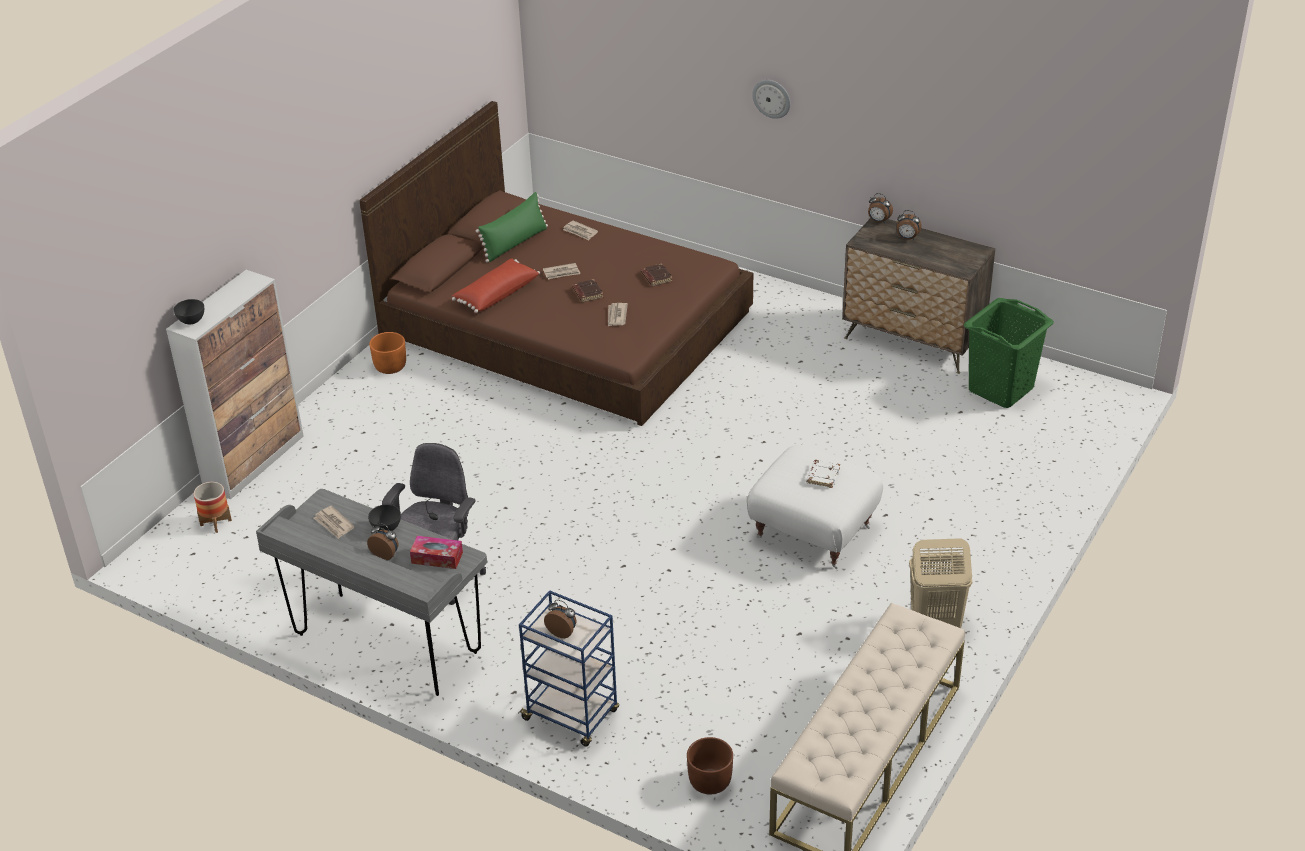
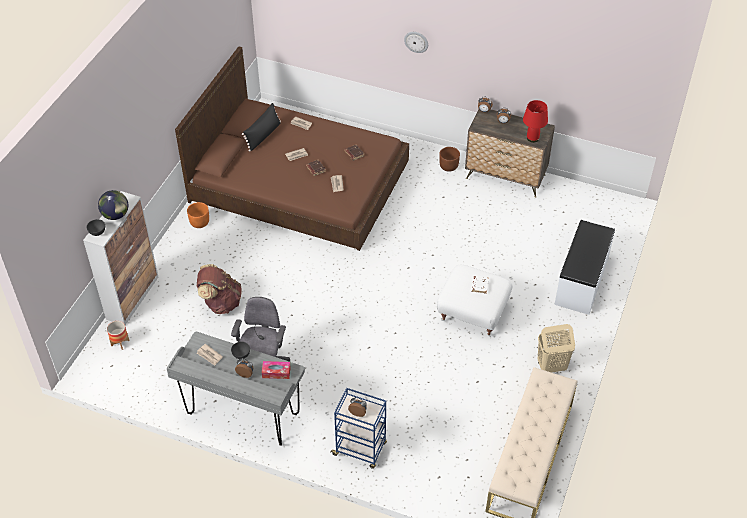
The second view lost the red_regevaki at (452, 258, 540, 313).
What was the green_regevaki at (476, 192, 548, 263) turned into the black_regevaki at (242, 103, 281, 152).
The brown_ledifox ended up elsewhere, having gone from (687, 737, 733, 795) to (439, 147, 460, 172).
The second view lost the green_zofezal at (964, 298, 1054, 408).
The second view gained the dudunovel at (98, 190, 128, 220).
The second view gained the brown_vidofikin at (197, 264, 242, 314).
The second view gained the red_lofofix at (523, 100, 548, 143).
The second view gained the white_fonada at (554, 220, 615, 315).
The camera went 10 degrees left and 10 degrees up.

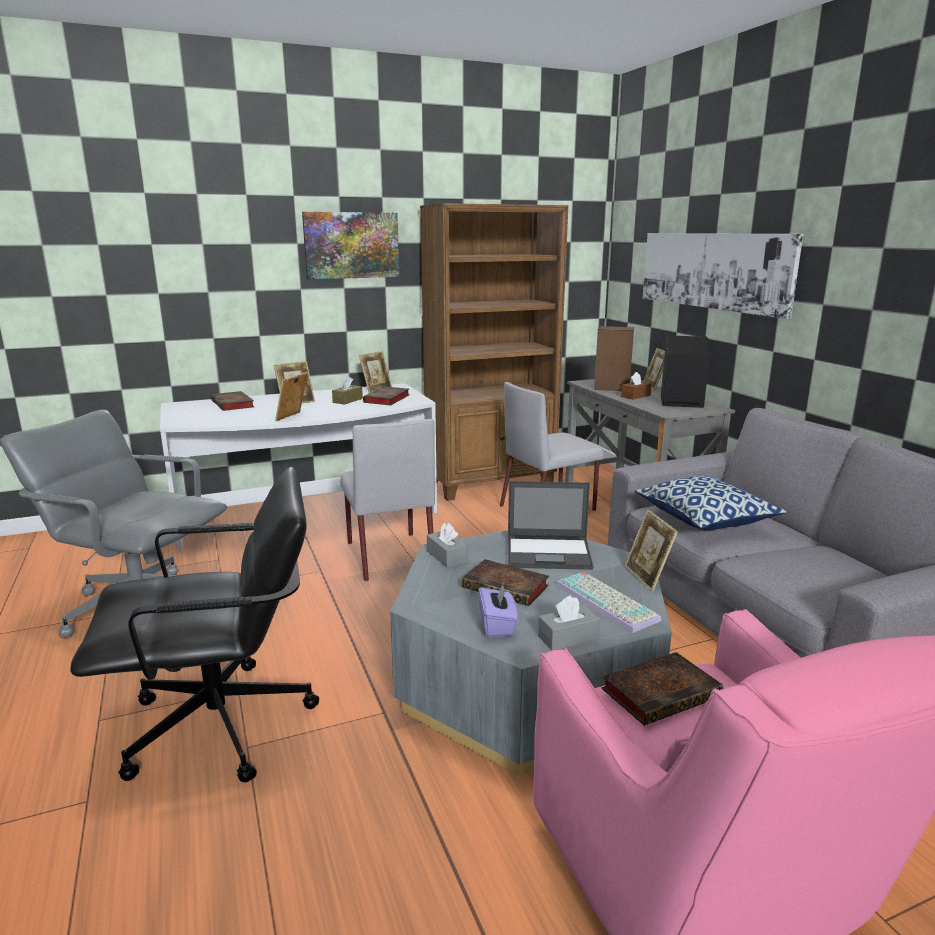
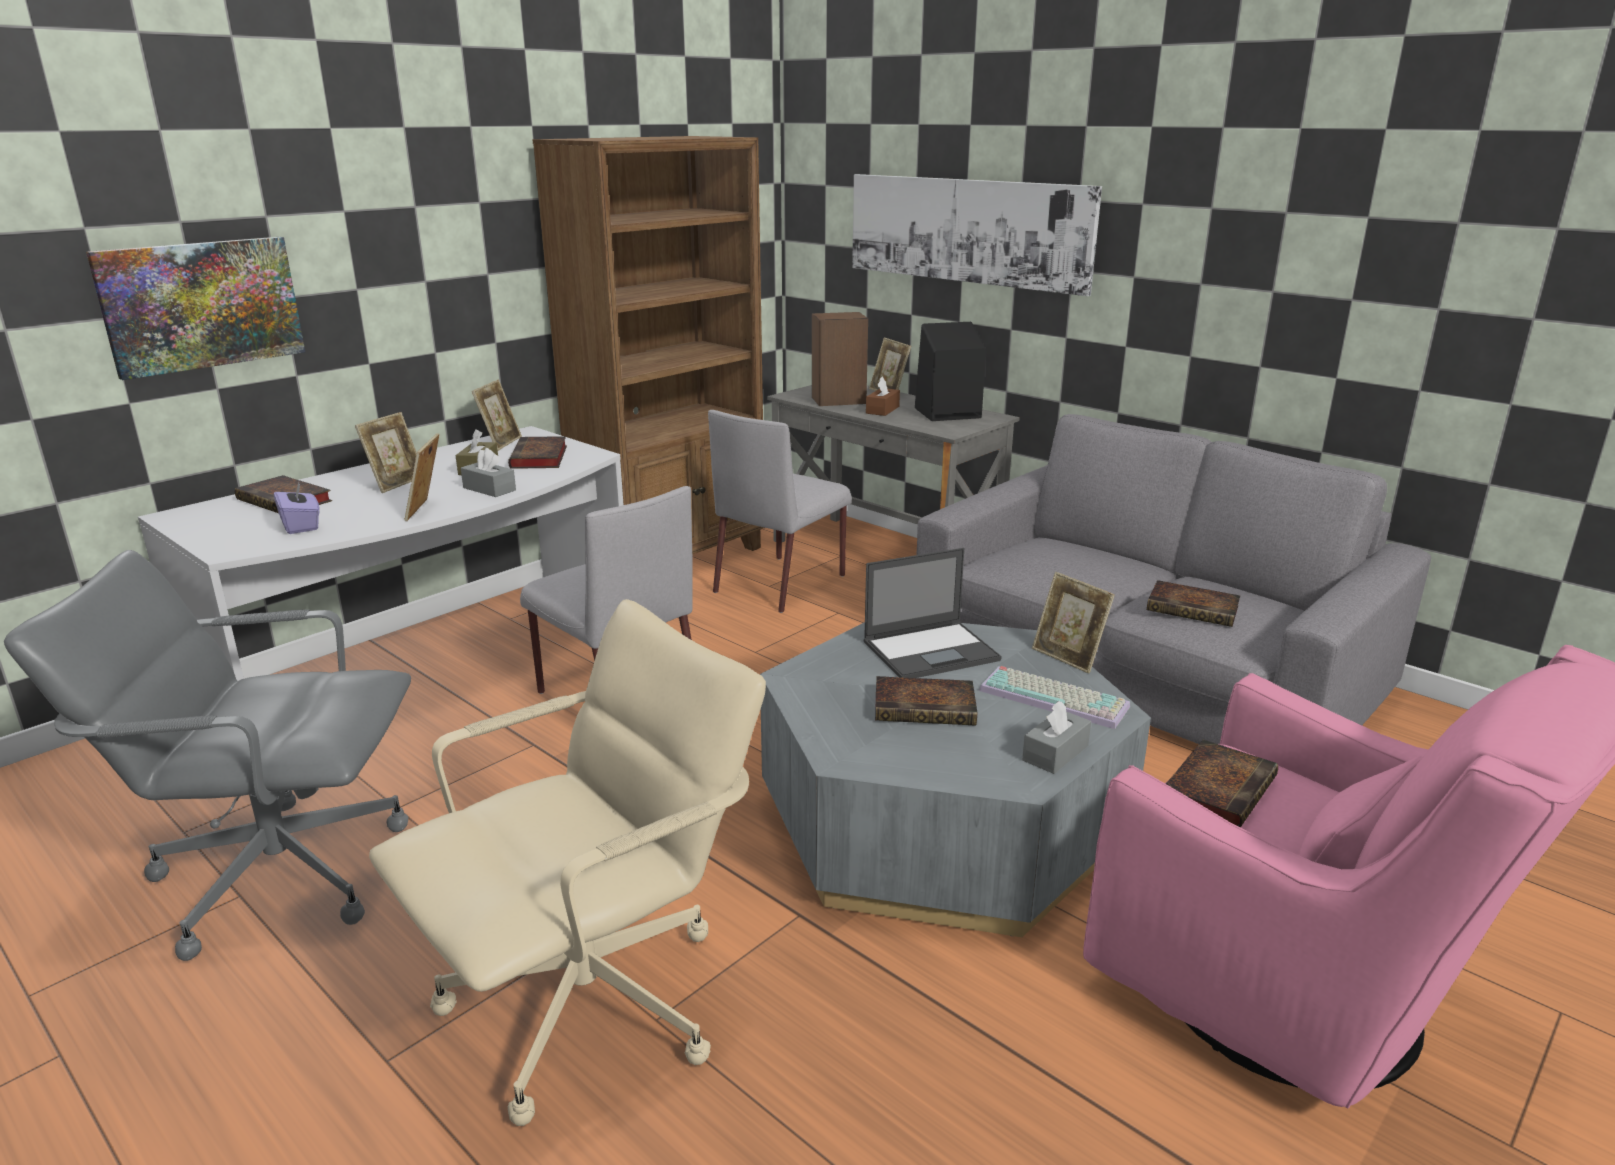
What was the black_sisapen at (70, 467, 319, 783) turned into the beige_sisapen at (369, 599, 766, 1126).
The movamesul ended up elsewhere, having gone from (302, 212, 399, 279) to (86, 237, 305, 380).
The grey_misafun ended up elsewhere, having gone from (427, 522, 467, 568) to (461, 448, 516, 497).
The purple_misafun ended up elsewhere, having gone from (478, 584, 518, 637) to (274, 481, 320, 534).
The second view lost the regevaki at (635, 476, 786, 530).
The second view gained the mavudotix at (1147, 580, 1240, 627).
The camera went 25 degrees left and 5 degrees up.

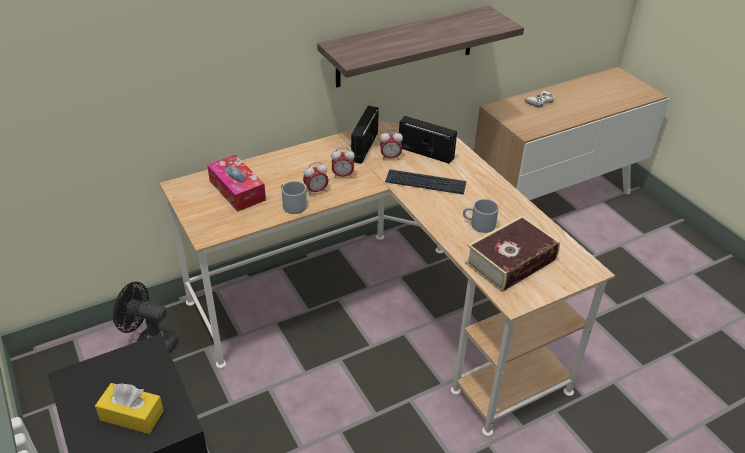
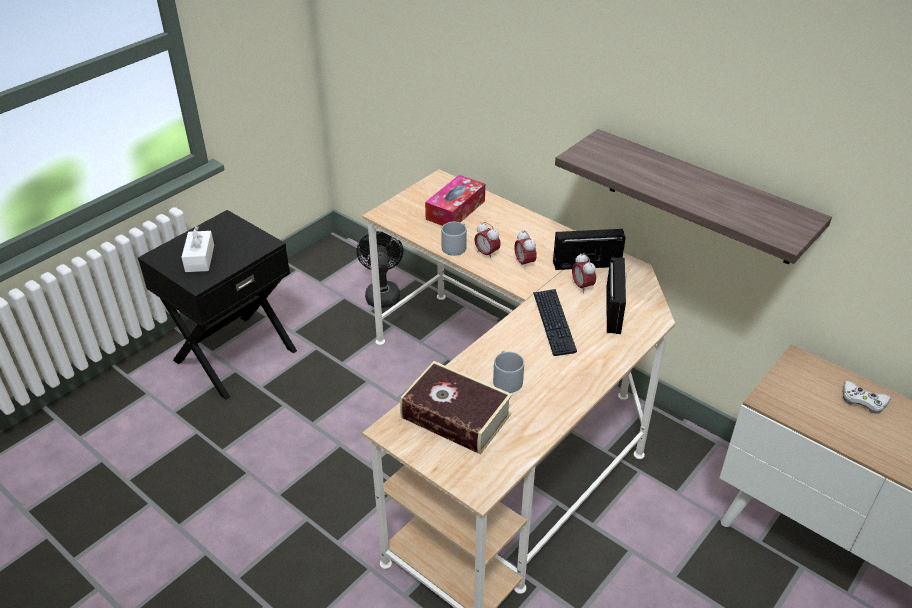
What was the yellow_misafun at (95, 383, 164, 434) turned into the white_misafun at (182, 226, 214, 272).
The camera went 70 degrees right and 0 degrees up.

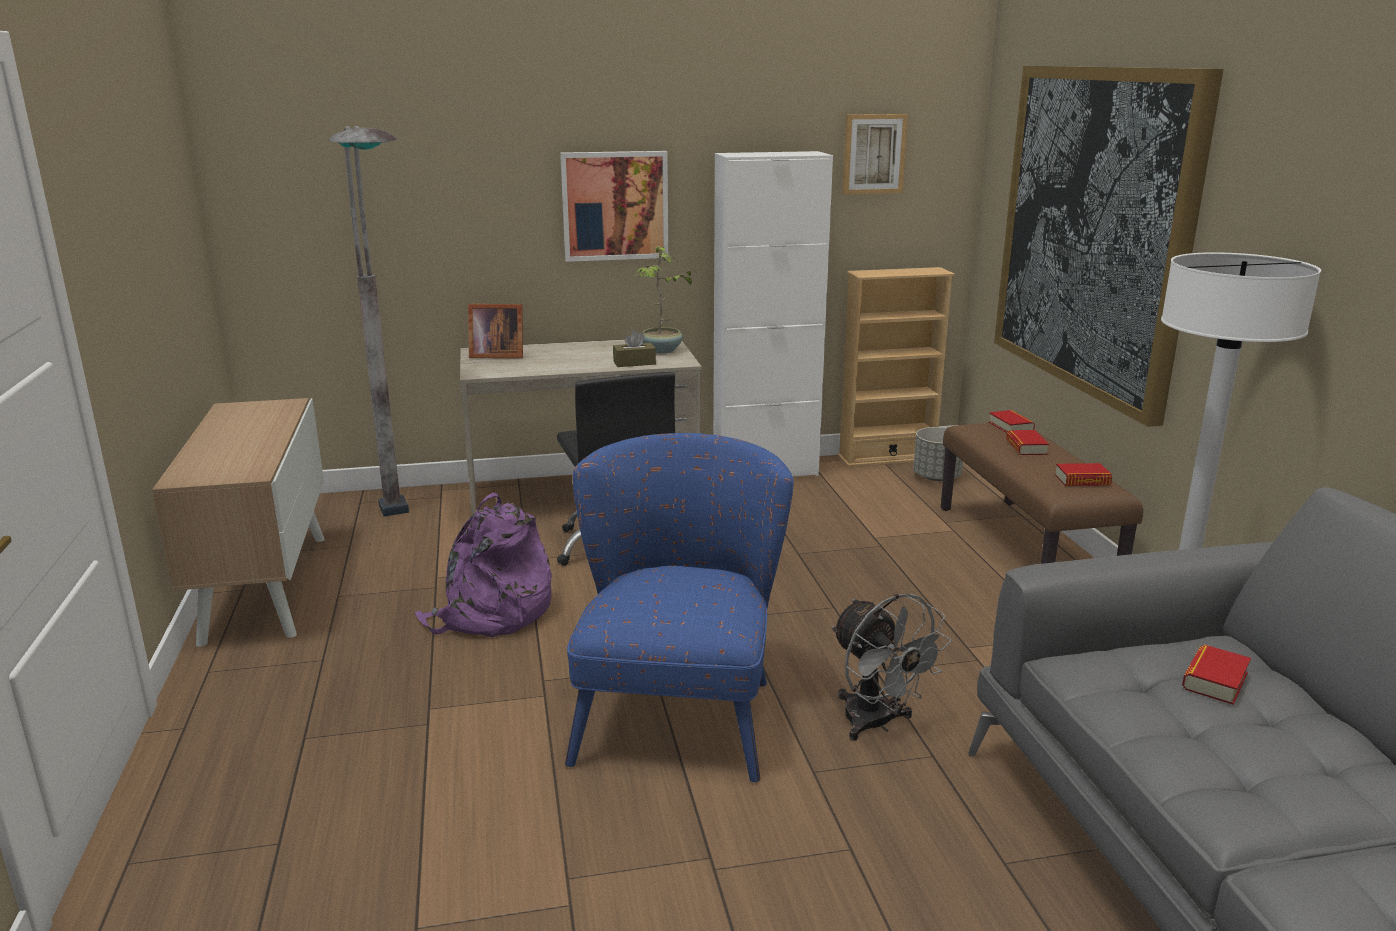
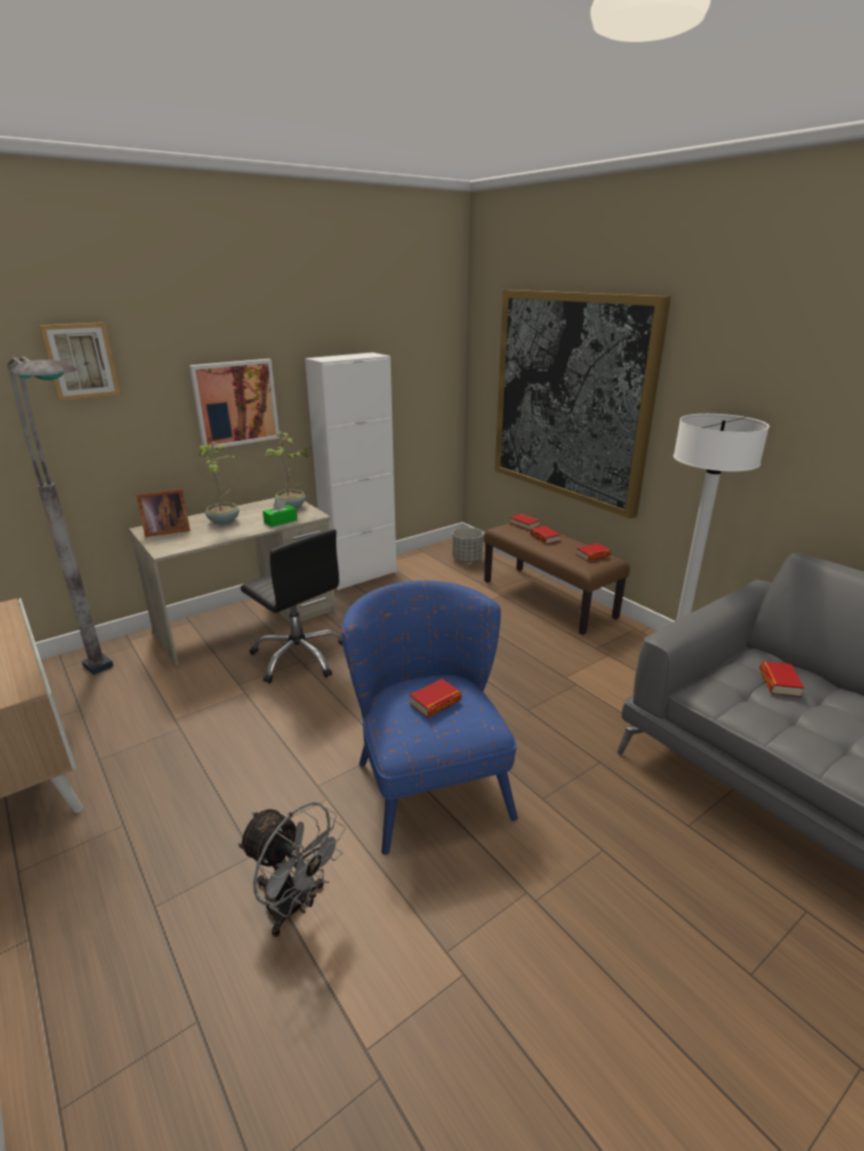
The second view lost the purple_vidofikin at (414, 493, 552, 637).
What was the brown_misafun at (613, 331, 656, 367) turned into the green_misafun at (263, 498, 297, 527).
The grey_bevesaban ended up elsewhere, having gone from (831, 594, 951, 741) to (238, 802, 346, 937).
The second view lost the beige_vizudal at (838, 267, 955, 468).
The movamesul ended up elsewhere, having gone from (842, 114, 908, 194) to (39, 322, 121, 401).
The second view gained the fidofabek at (199, 442, 239, 525).
The second view gained the mavudotix at (410, 679, 461, 718).
The camera went 25 degrees left and 5 degrees up.

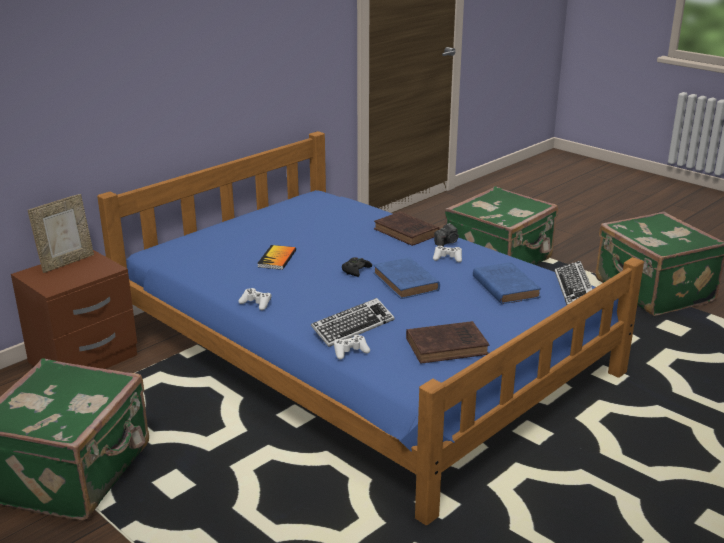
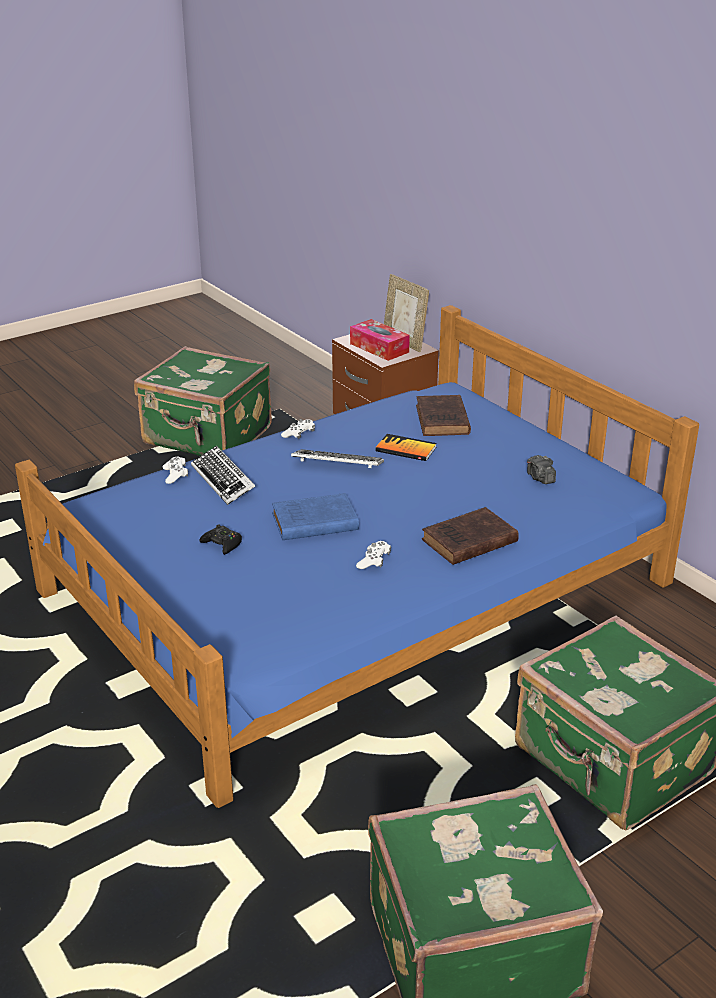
The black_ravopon ended up elsewhere, having gone from (342, 257, 372, 277) to (199, 524, 242, 555).
The brown_mavudotix ended up elsewhere, having gone from (406, 321, 489, 364) to (416, 395, 471, 436).
The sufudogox ended up elsewhere, having gone from (434, 223, 459, 247) to (527, 455, 556, 484).
The second view lost the blue_mavudotix at (473, 262, 541, 304).
The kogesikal ended up elsewhere, having gone from (555, 261, 592, 305) to (291, 449, 384, 468).
The second view gained the misafun at (350, 319, 410, 361).
The camera went 100 degrees right and 5 degrees up.

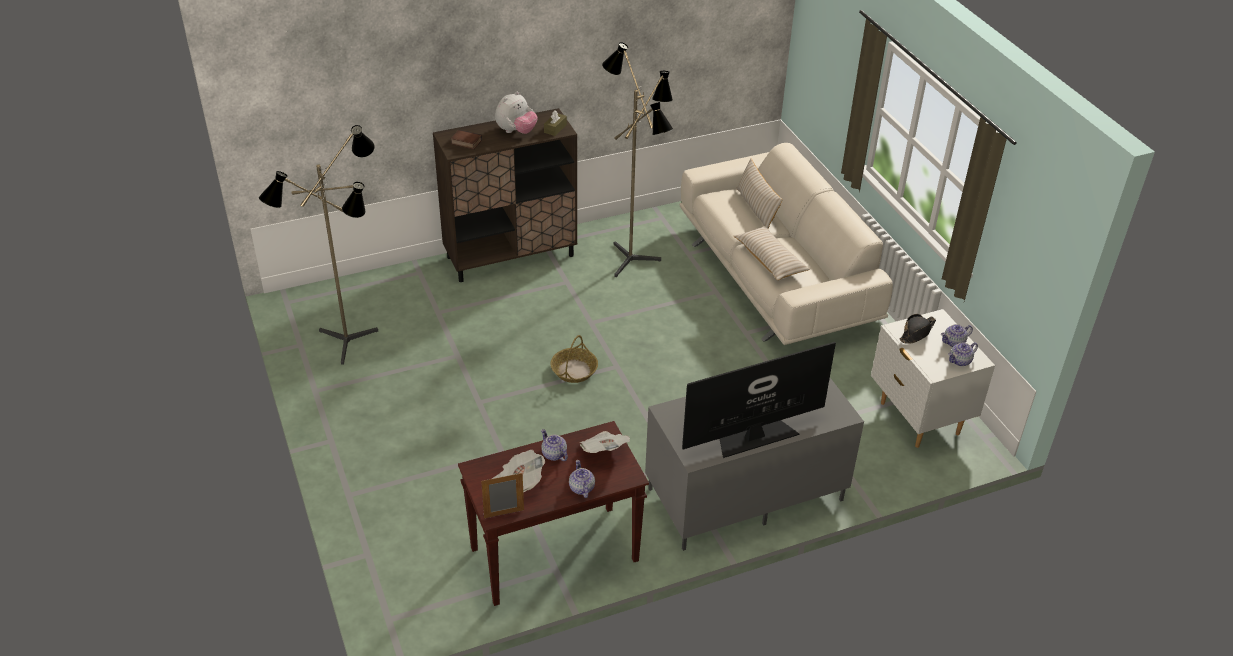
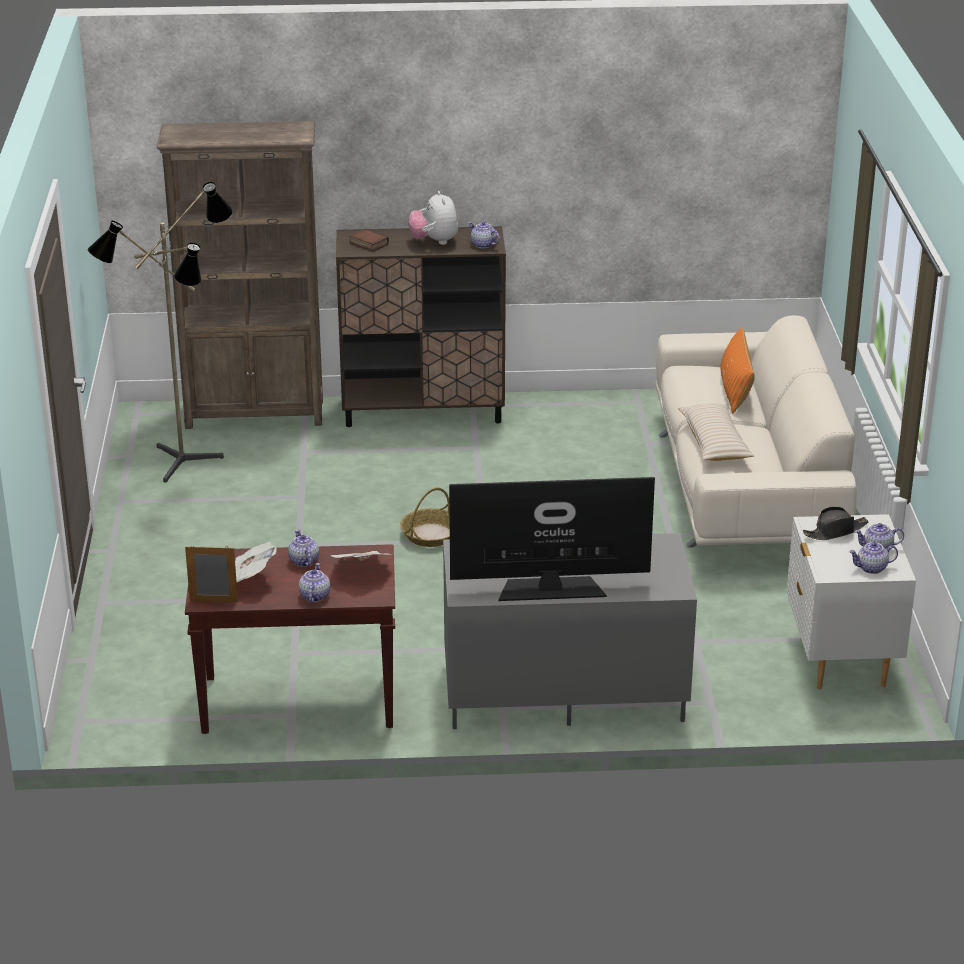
The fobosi at (495, 91, 538, 134) ended up facing another way, 105 degrees clockwise from before.
Where the brown_misafun stood at (544, 110, 567, 136), the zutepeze came to stand at (468, 222, 500, 249).
The second view lost the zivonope at (602, 42, 673, 277).
What was the beige_regevaki at (736, 159, 783, 229) turned into the orange_regevaki at (720, 326, 754, 414).
The second view gained the brown_vizudal at (157, 121, 323, 429).
The camera went 20 degrees right and 10 degrees down.

